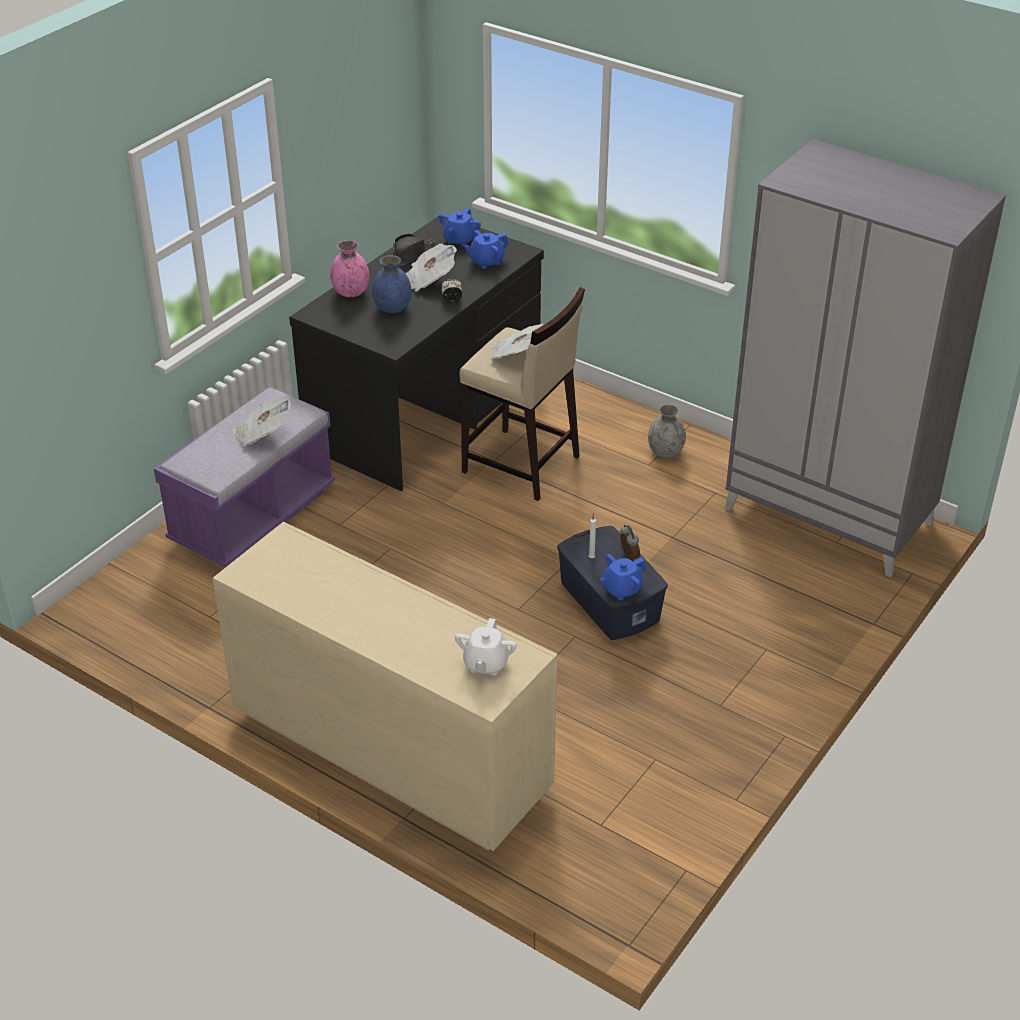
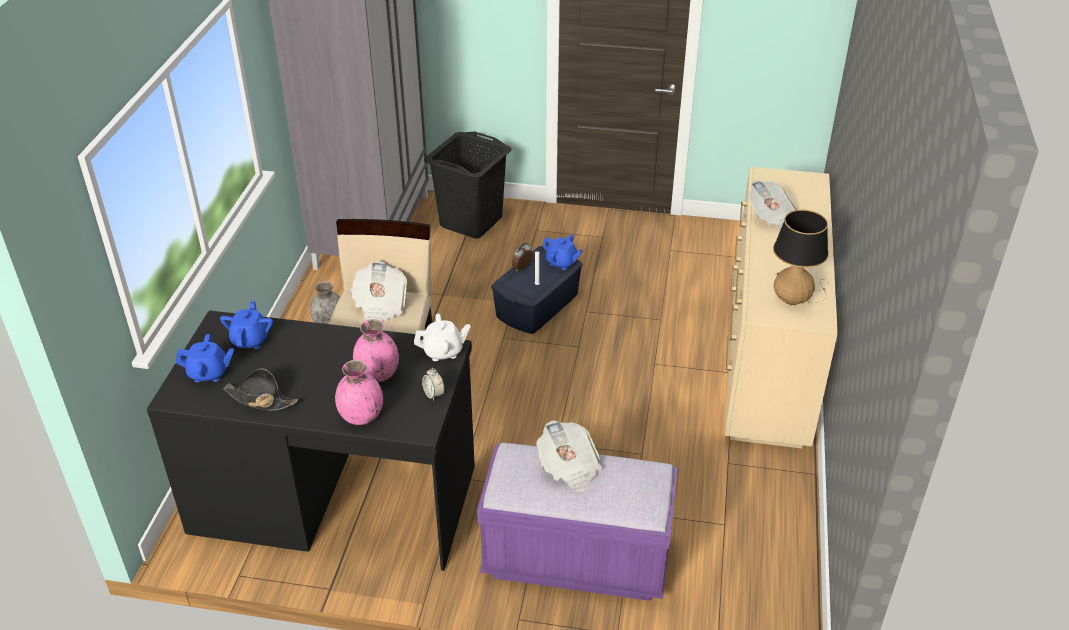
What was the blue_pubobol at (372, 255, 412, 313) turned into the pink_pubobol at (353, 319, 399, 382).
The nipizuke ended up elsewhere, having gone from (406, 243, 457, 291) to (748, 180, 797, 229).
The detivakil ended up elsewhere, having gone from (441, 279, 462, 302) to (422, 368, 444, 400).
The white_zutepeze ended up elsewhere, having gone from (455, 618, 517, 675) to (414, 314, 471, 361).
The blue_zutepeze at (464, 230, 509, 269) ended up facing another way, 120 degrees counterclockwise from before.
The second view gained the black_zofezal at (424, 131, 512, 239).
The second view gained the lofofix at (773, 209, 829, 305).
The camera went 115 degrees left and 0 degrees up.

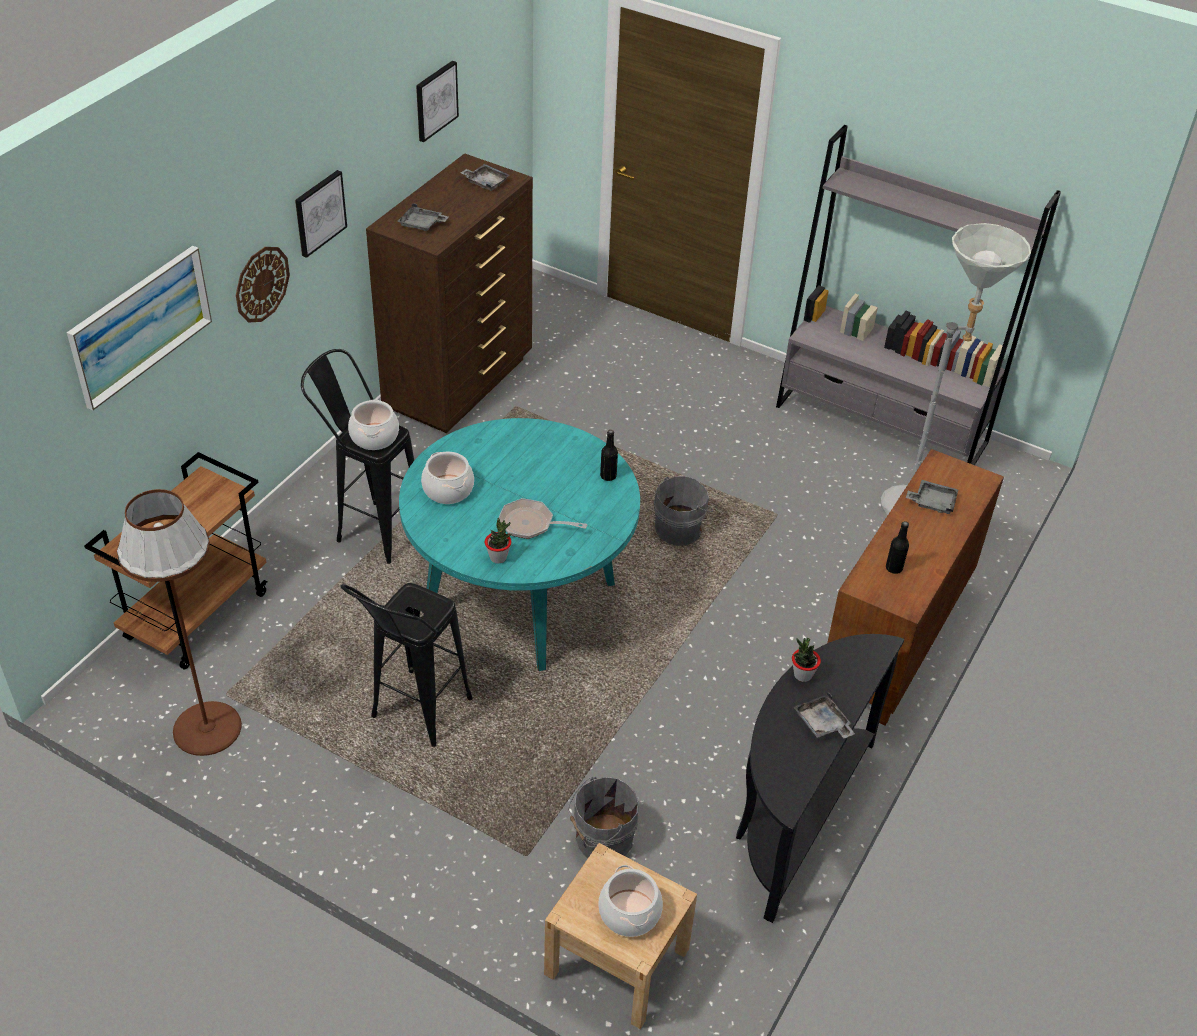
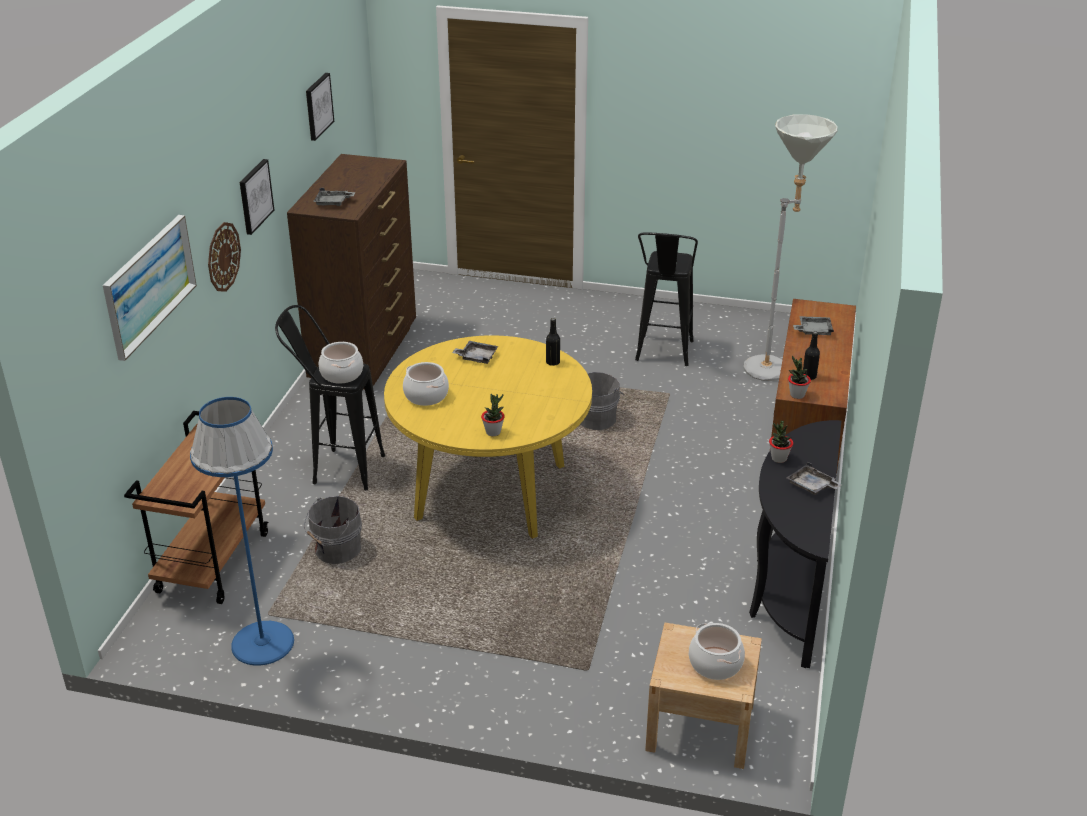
What was the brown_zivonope at (117, 489, 242, 756) turned into the blue_zivonope at (190, 397, 294, 666).
The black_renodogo ended up elsewhere, having gone from (341, 583, 473, 747) to (635, 232, 698, 366).
What was the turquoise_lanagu at (399, 418, 640, 671) turned into the yellow_lanagu at (384, 335, 592, 539).
The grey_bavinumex ended up elsewhere, having gone from (461, 164, 510, 191) to (452, 341, 498, 364).
The second view lost the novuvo at (499, 498, 587, 539).
The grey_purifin ended up elsewhere, having gone from (568, 777, 639, 858) to (304, 496, 362, 564).
The second view lost the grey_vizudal at (776, 125, 1061, 465).
The second view gained the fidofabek at (788, 355, 811, 399).
The camera went 15 degrees left and 10 degrees down.

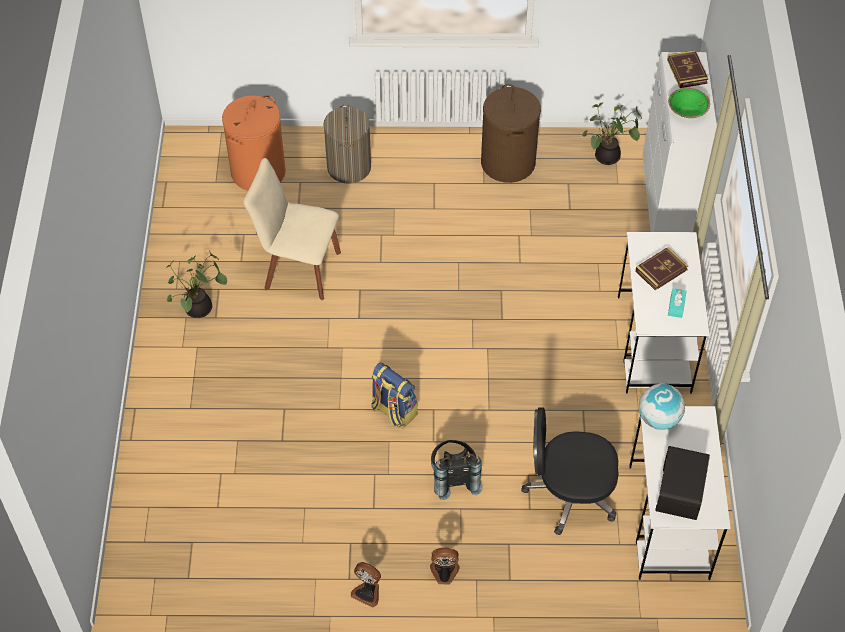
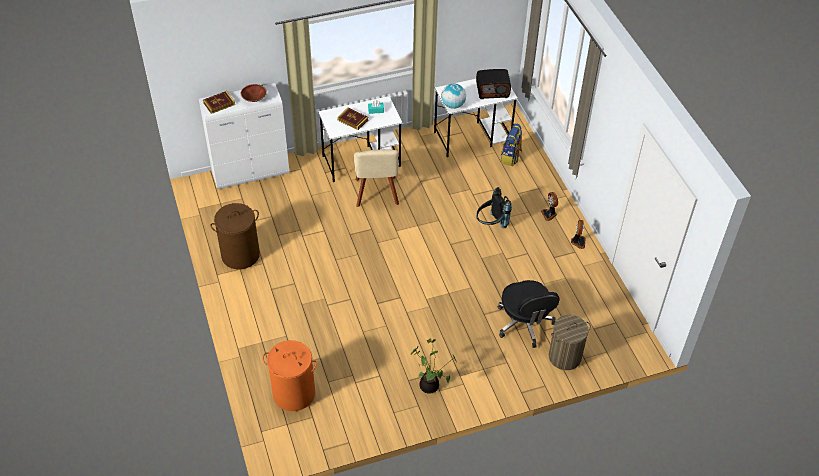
The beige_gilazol ended up elsewhere, having gone from (243, 158, 341, 300) to (354, 149, 399, 207).
The zofezal ended up elsewhere, having gone from (323, 104, 371, 184) to (549, 315, 591, 370).
The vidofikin ended up elsewhere, having gone from (371, 362, 418, 428) to (501, 123, 522, 166).
The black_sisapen ended up elsewhere, having gone from (521, 408, 619, 535) to (498, 280, 560, 348).
The second view lost the fidofabek at (582, 102, 642, 165).
What was the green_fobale at (668, 88, 710, 118) turned into the brown_fobale at (240, 84, 267, 102).
The camera went 110 degrees left and 5 degrees down.

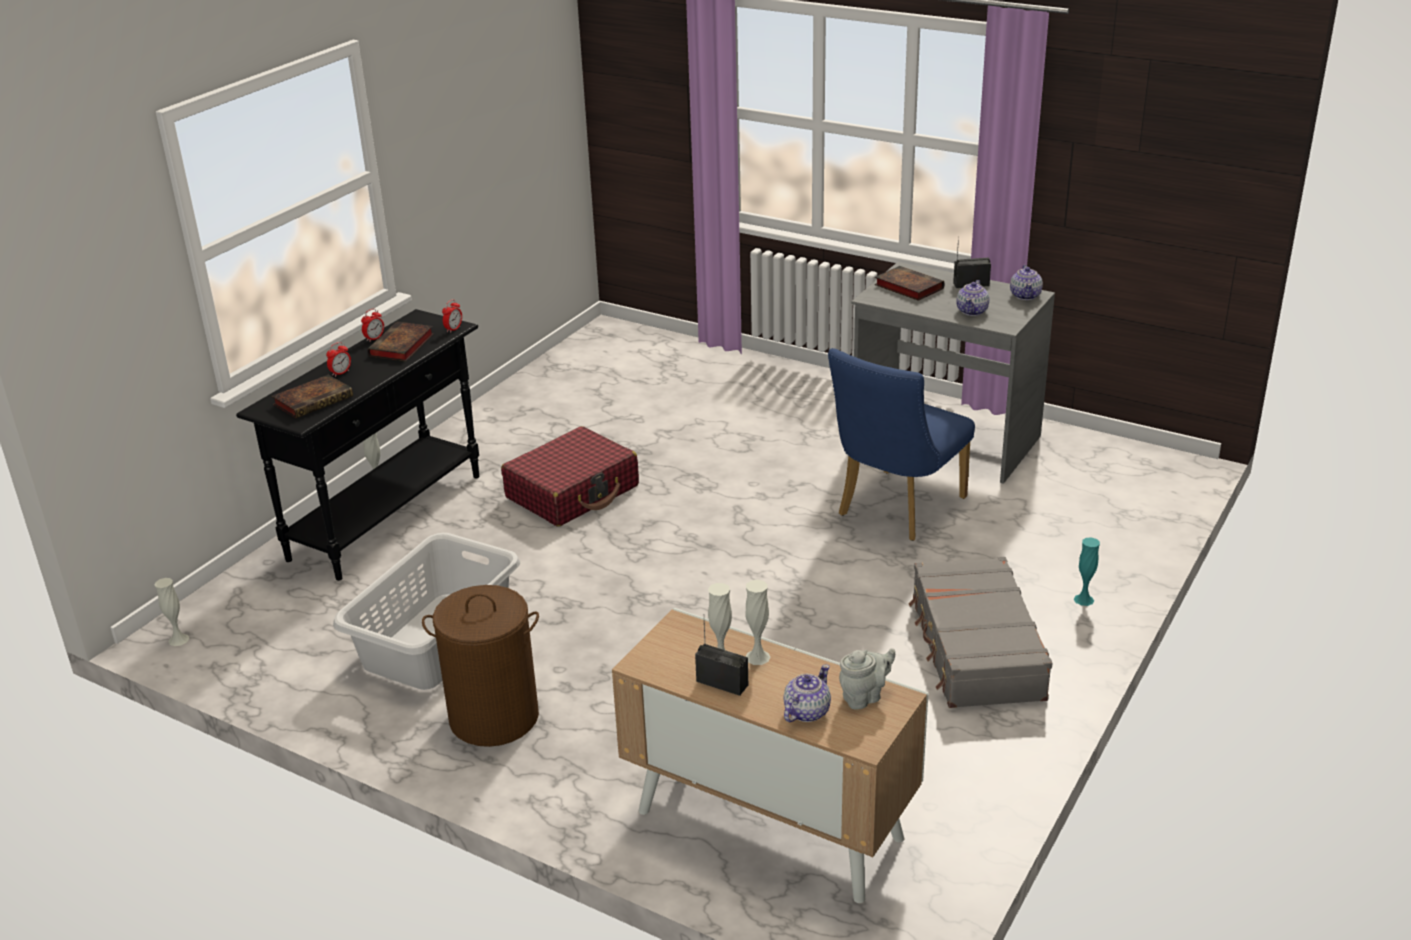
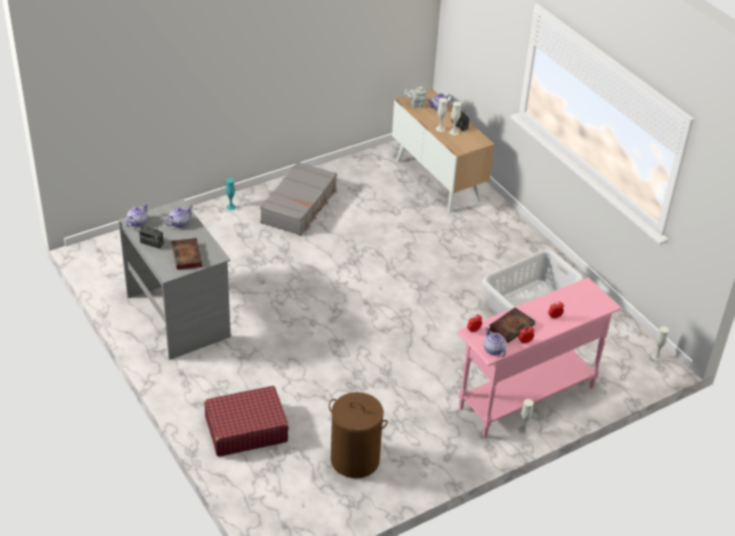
What was the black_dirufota at (236, 309, 479, 581) turned into the pink_dirufota at (457, 278, 621, 437).
The second view lost the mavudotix at (272, 375, 353, 418).
The brown_zofezal ended up elsewhere, having gone from (422, 585, 539, 747) to (329, 392, 388, 478).
The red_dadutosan ended up elsewhere, having gone from (501, 426, 639, 527) to (204, 386, 289, 457).
The second view lost the blue_gilazol at (828, 348, 975, 541).
The second view gained the zutepeze at (484, 327, 506, 357).
The camera went 155 degrees left and 10 degrees up.

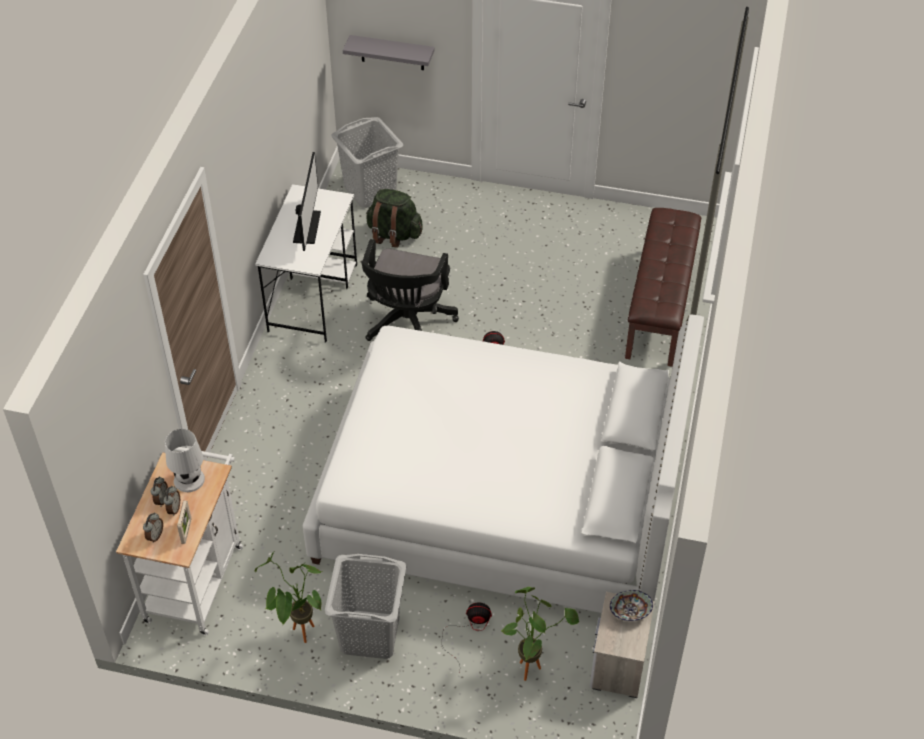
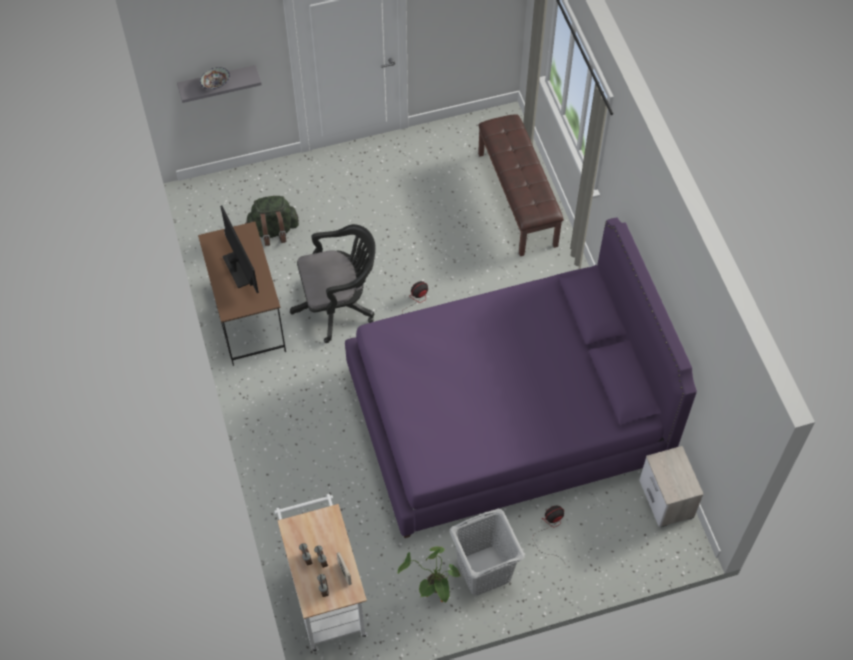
The second view lost the white_lofofix at (165, 429, 205, 492).
What was the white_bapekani at (255, 184, 357, 343) turned into the brown_bapekani at (198, 222, 286, 366).
What was the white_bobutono at (303, 314, 704, 613) turned into the purple_bobutono at (345, 217, 697, 538).
The second view lost the grey_zofezal at (332, 117, 403, 208).
The black_sisapen at (361, 239, 459, 341) ended up facing another way, 90 degrees counterclockwise from before.
The second view lost the fidofabek at (501, 587, 579, 681).
The fobale ended up elsewhere, having gone from (610, 590, 653, 621) to (200, 67, 230, 90).
The camera went 30 degrees left and 10 degrees up.

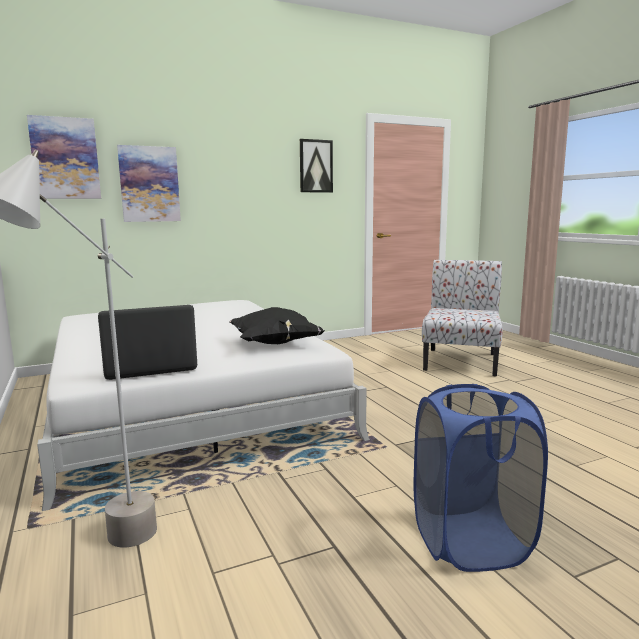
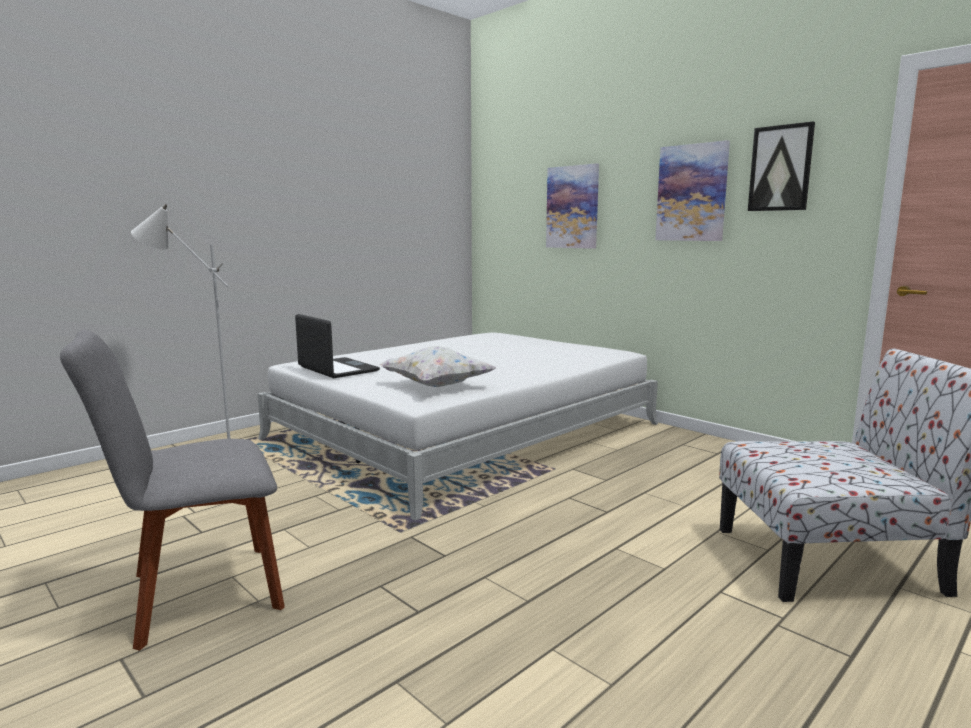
The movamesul ended up elsewhere, having gone from (27, 115, 101, 199) to (655, 140, 730, 241).
What was the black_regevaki at (229, 307, 325, 344) turned into the white_regevaki at (379, 346, 496, 387).
Where the blue_zofezal stood at (413, 384, 548, 572), the grey_gilazol came to stand at (60, 329, 285, 651).
The camera went 70 degrees right and 0 degrees up.

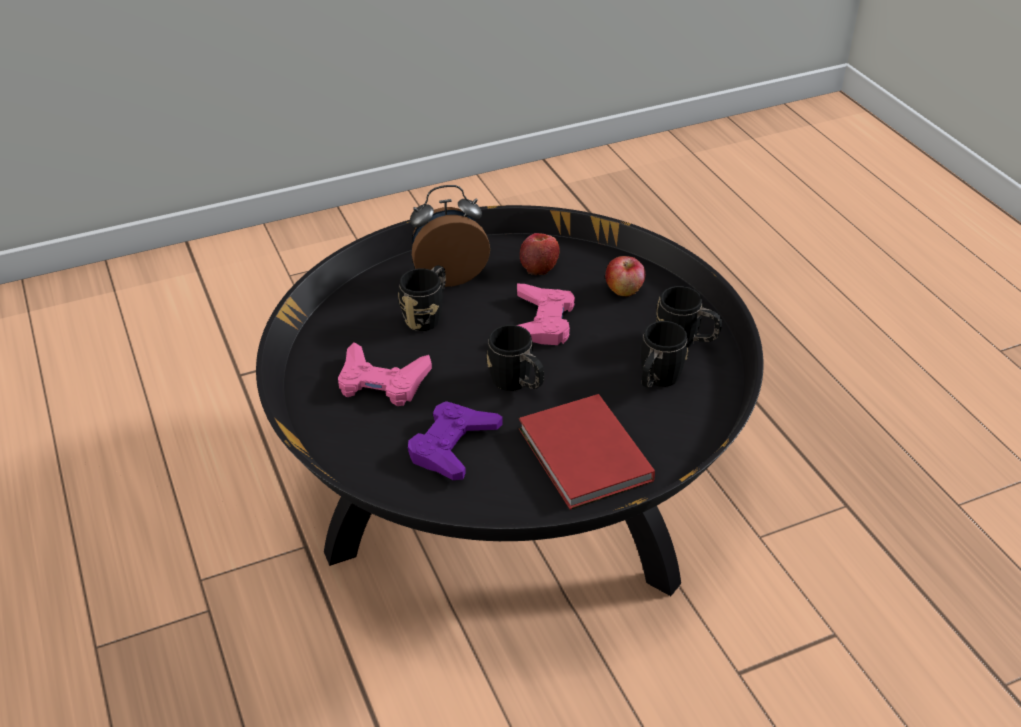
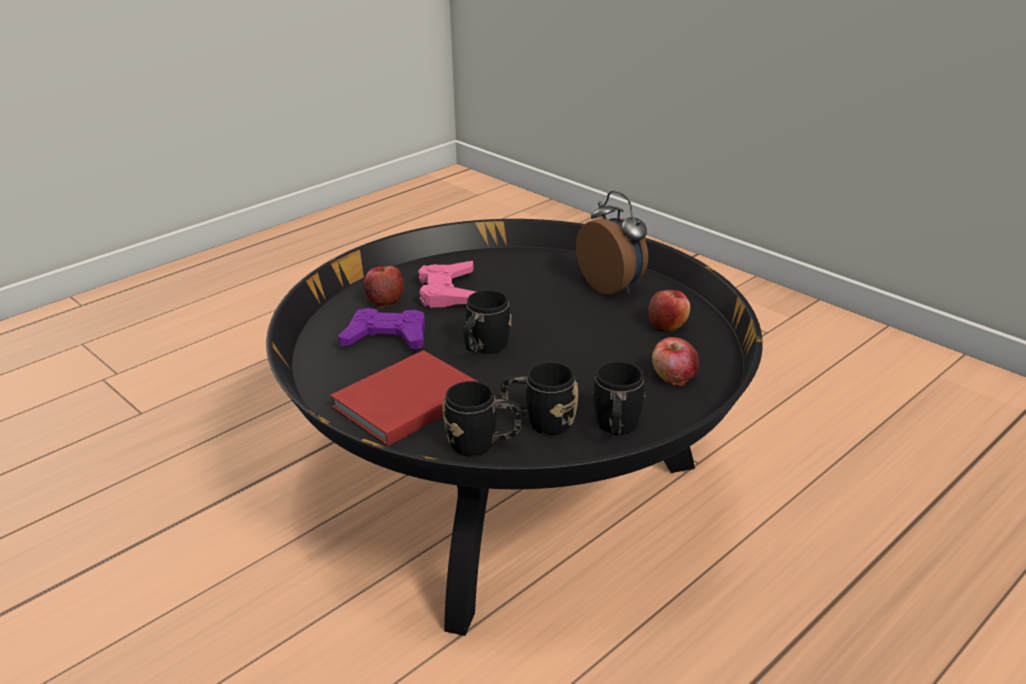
The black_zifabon ended up elsewhere, having gone from (398, 265, 446, 331) to (443, 381, 522, 456).
The second view lost the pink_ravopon at (517, 284, 575, 345).
The second view gained the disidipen at (364, 266, 403, 308).
The camera went 70 degrees right and 10 degrees down.

